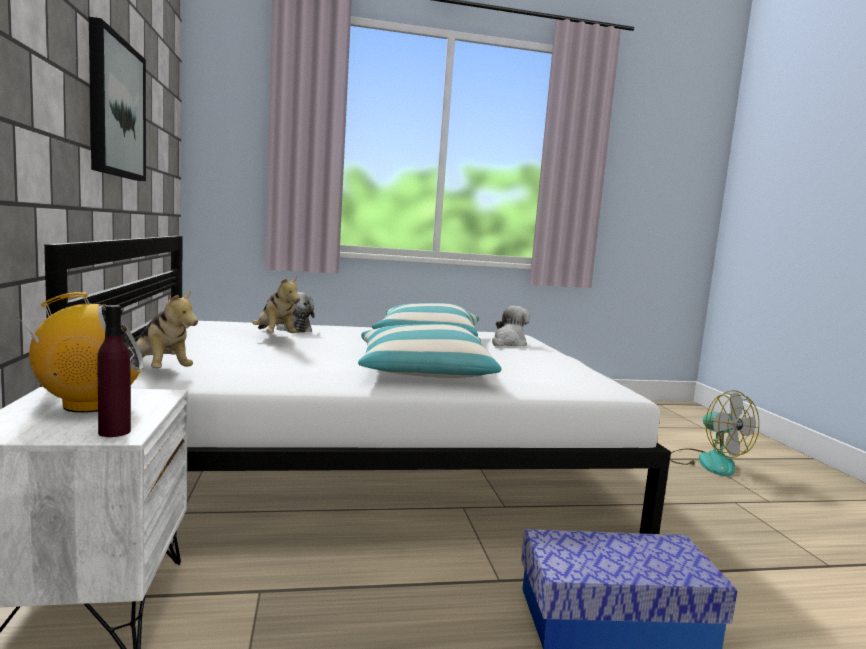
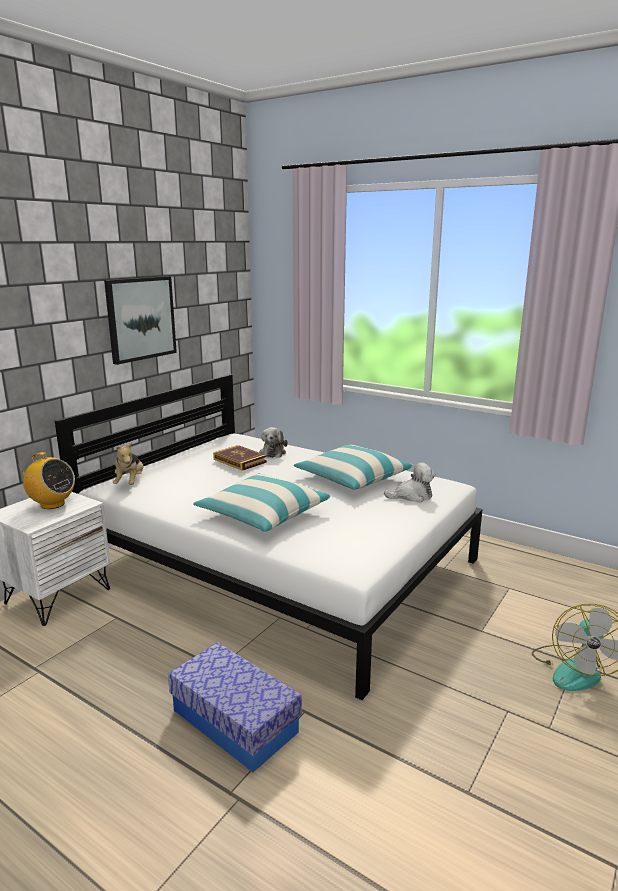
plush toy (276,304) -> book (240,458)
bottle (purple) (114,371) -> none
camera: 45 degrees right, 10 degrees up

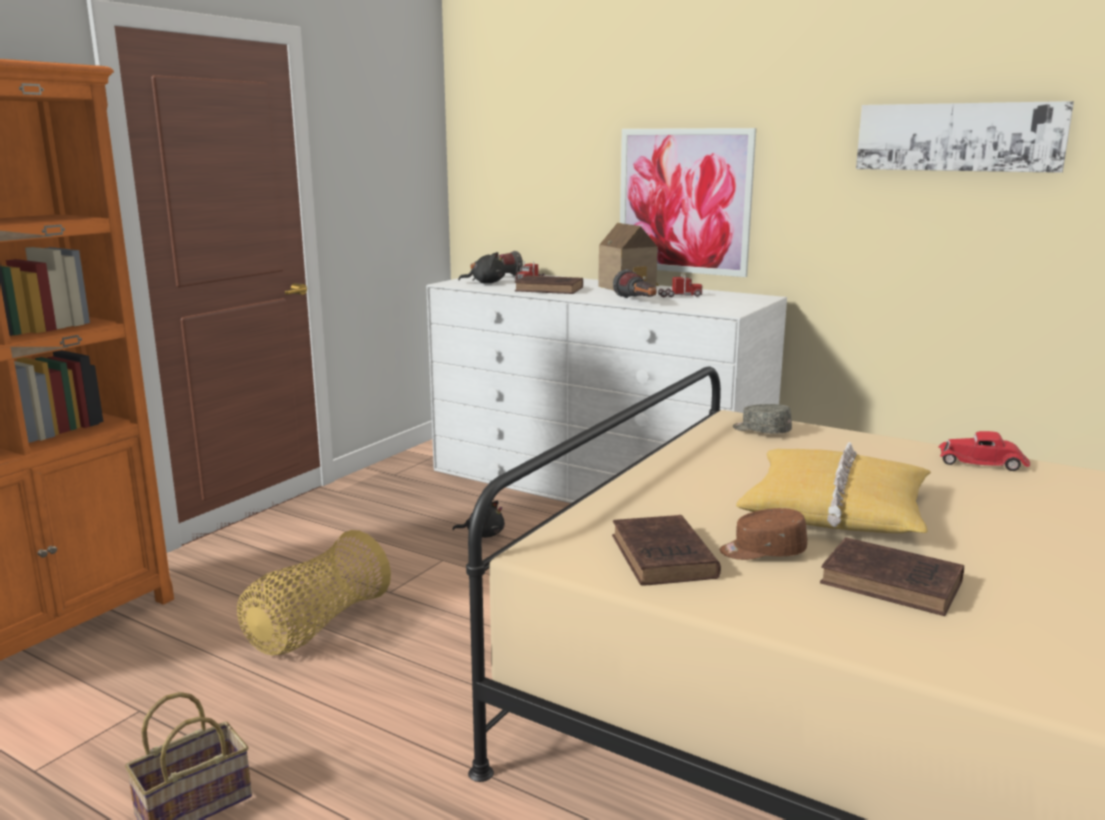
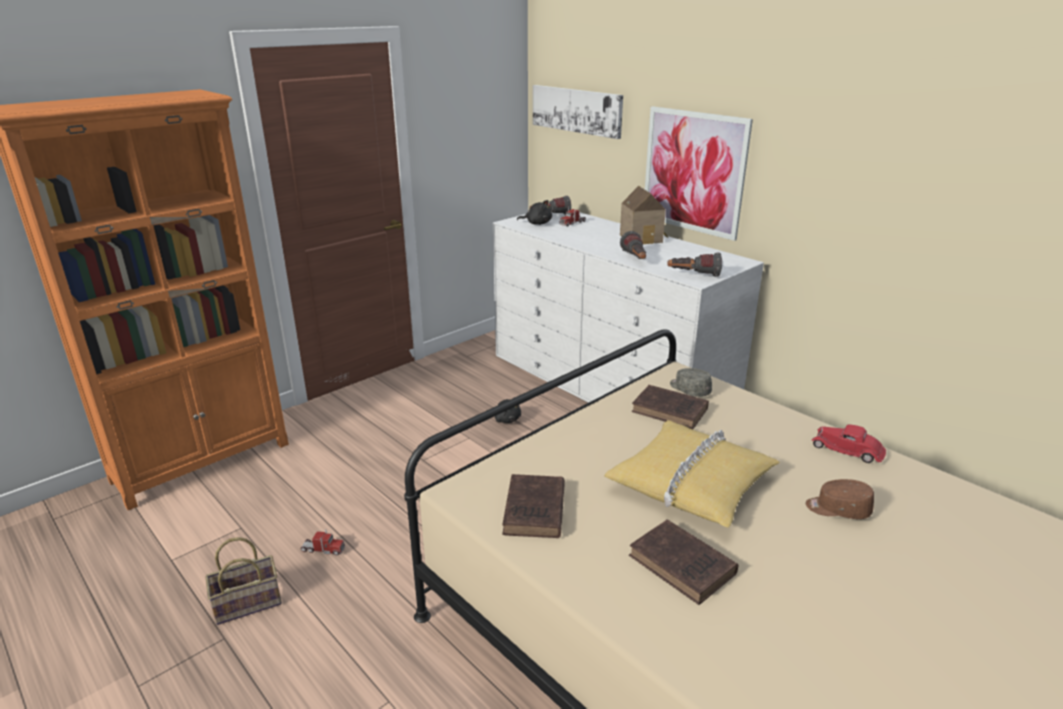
toy truck (680,285) -> toy truck (323,542), move
picture (965,137) -> picture (578,112), move
book (brown) (549,284) -> book (brown) (670,407), move
none -> flashlight (694,265)
cap (brown) (763,534) -> cap (brown) (839,499), move
basket (314,592) -> none
camera: 15 degrees right, 10 degrees up

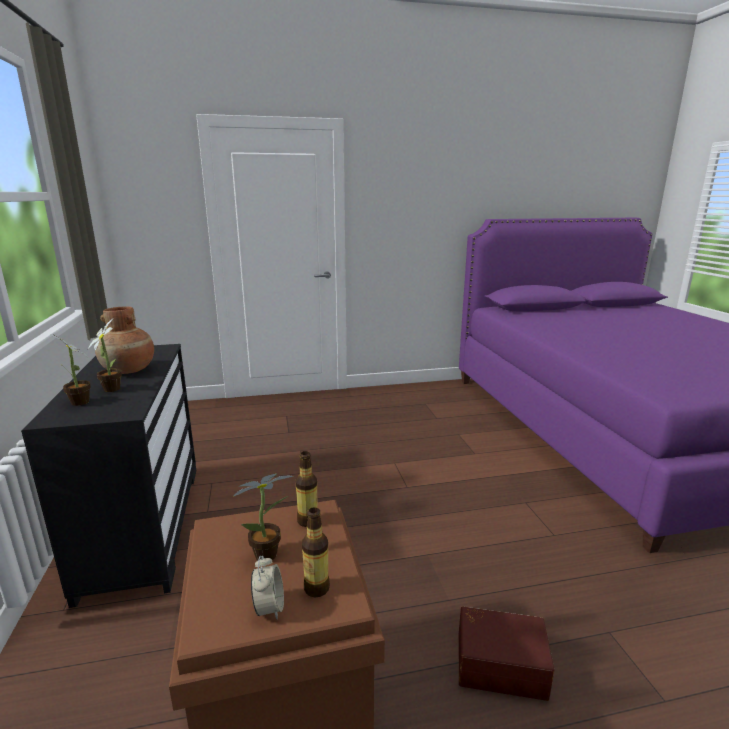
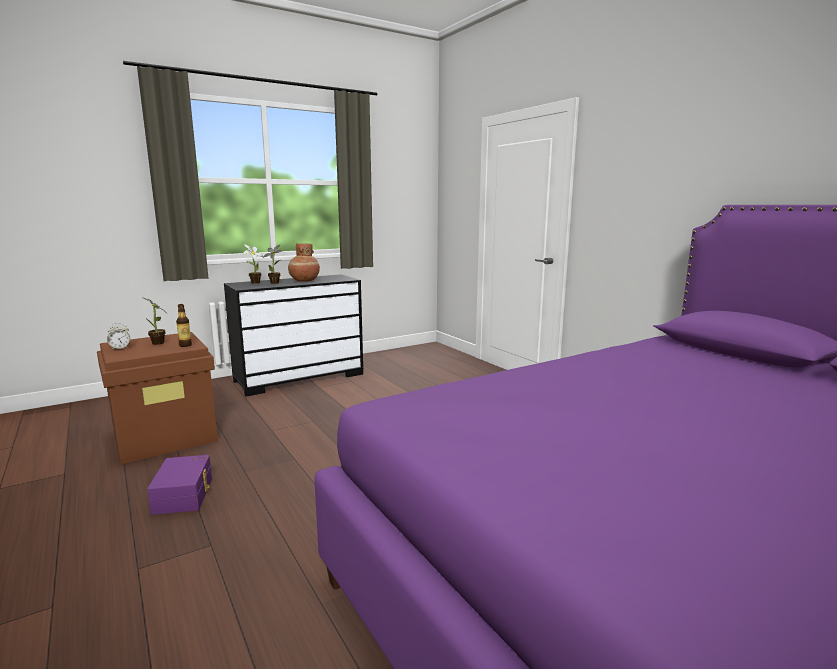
storage box (brown) (506,654) -> storage box (purple) (179,485)
bottle (316,552) -> none
camera: 70 degrees right, 5 degrees down

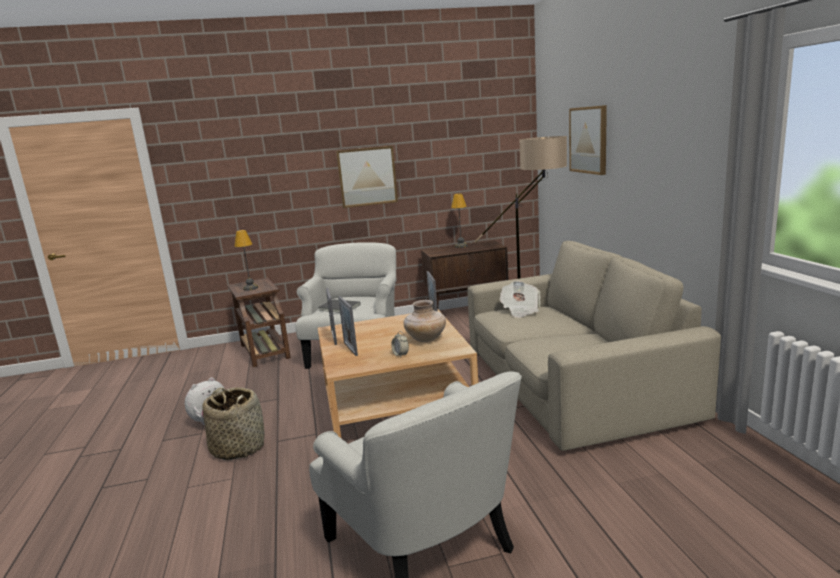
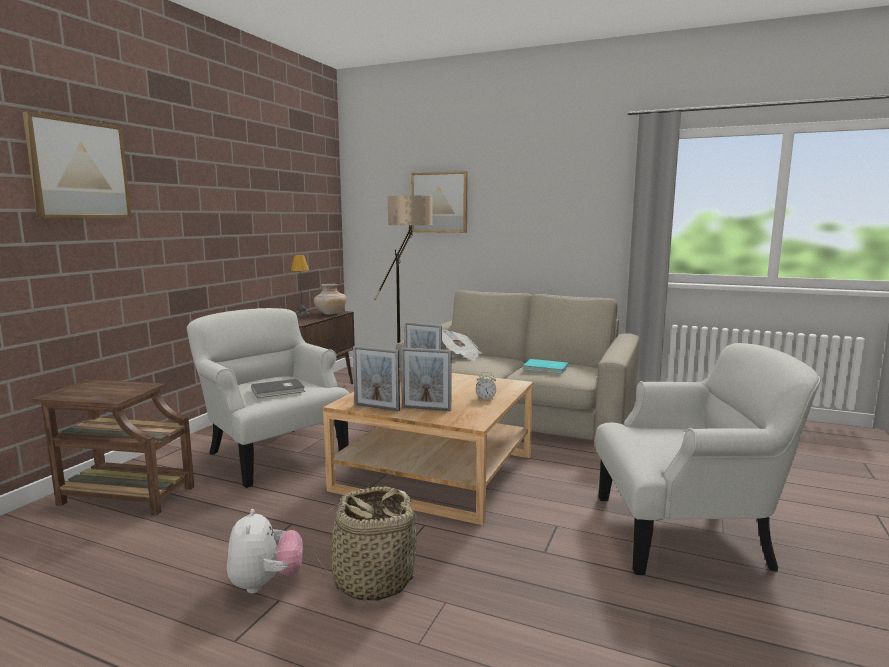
picture (367,177) -> picture (76,165), move
vase (beige) (425,321) -> vase (beige) (330,299), move
none -> book (turquoise) (546,366)
table lamp (246,260) -> none
camera: 55 degrees left, 5 degrees down

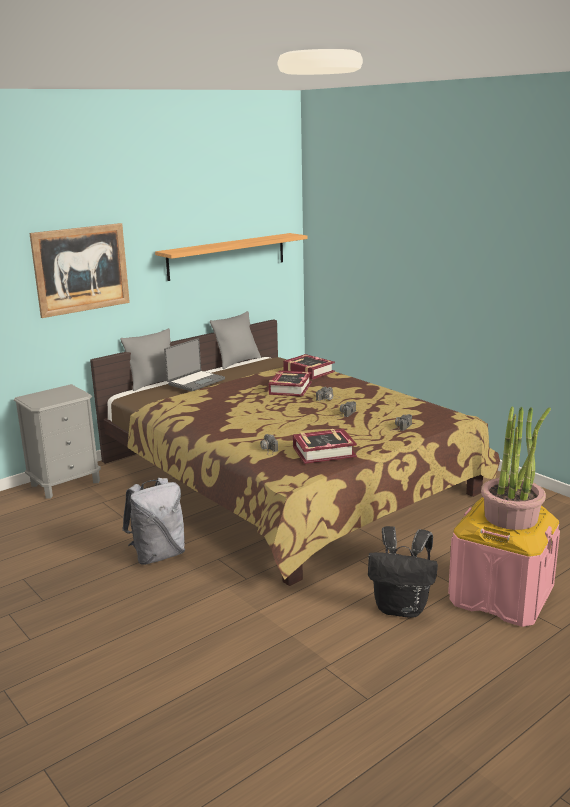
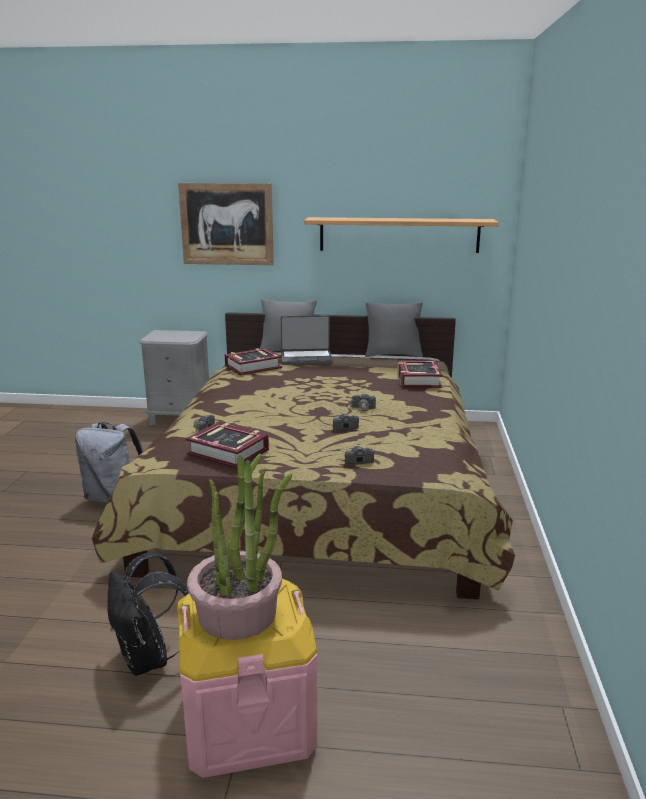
book (290,383) -> book (253,361), move
camera: 45 degrees right, 0 degrees up

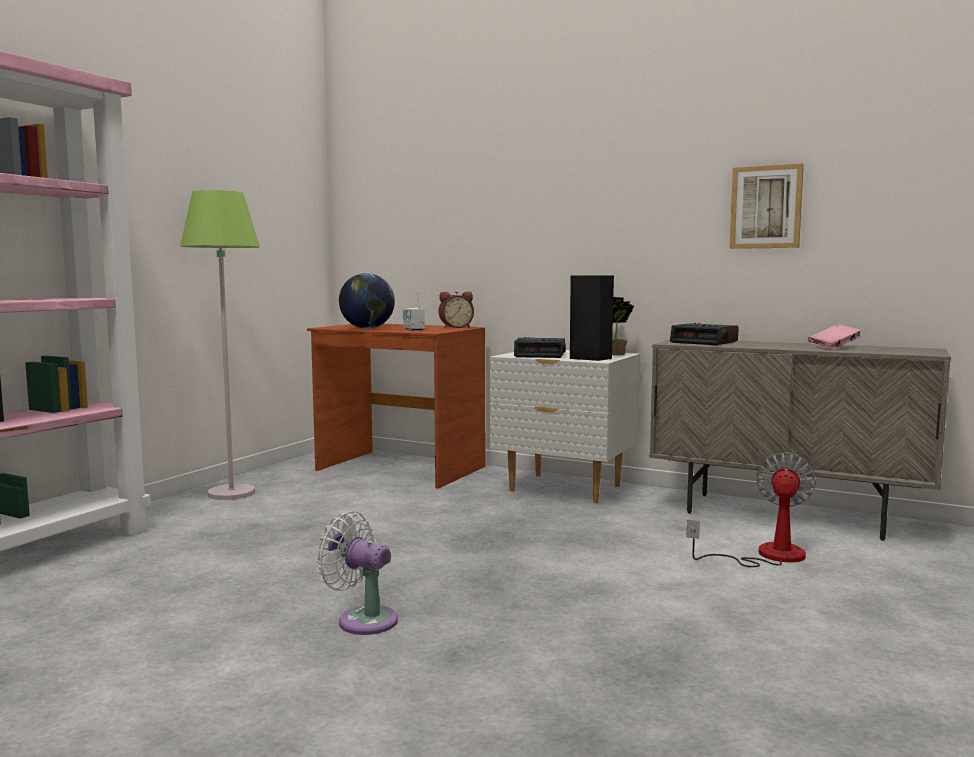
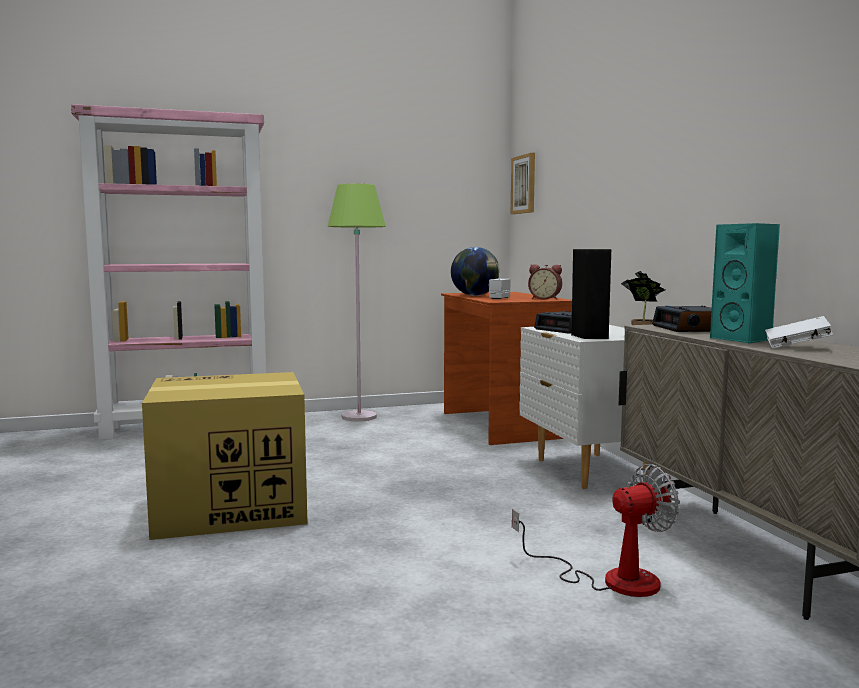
fan (white) (357,573) -> cardboard box (224,456)
picture (767,206) -> picture (523,183), move
none -> speaker (turquoise) (745,283)
book (pink) (834,337) -> book (white) (799,332)
camera: 45 degrees right, 0 degrees up

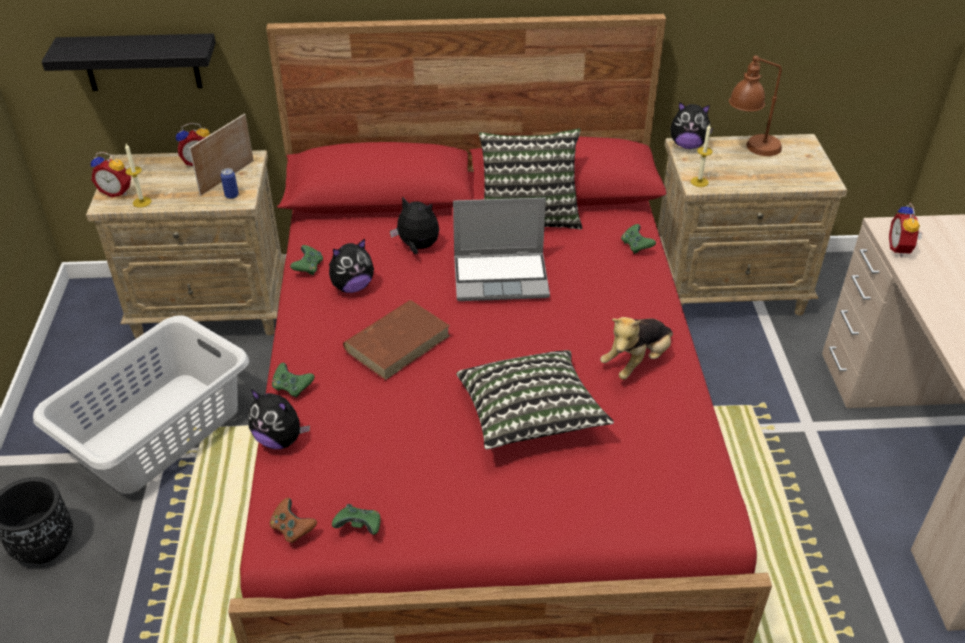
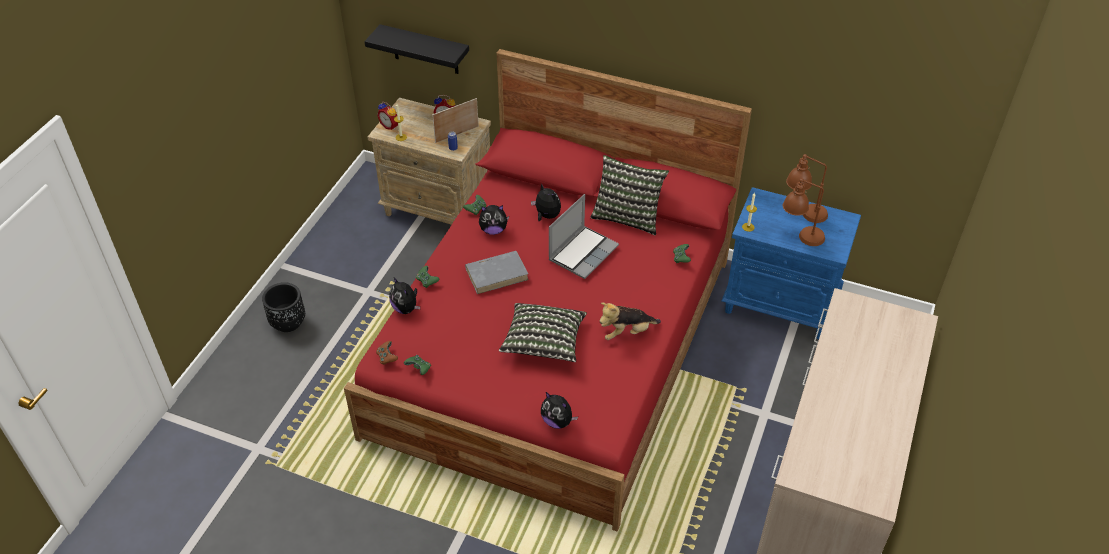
book (brown) (396,340) -> book (grey) (497,272)
plush toy (692,125) -> plush toy (559,410), move
laptop (501,249) -> laptop (583,236), 75 degrees counterclockwise
nightstand (beige) (752,225) -> nightstand (blue) (791,263)
none -> table lamp (brown) (804,212)
laundry basket (grey) (141,404) -> none
alarm clock (906,230) -> none
camera: 25 degrees right, 5 degrees up

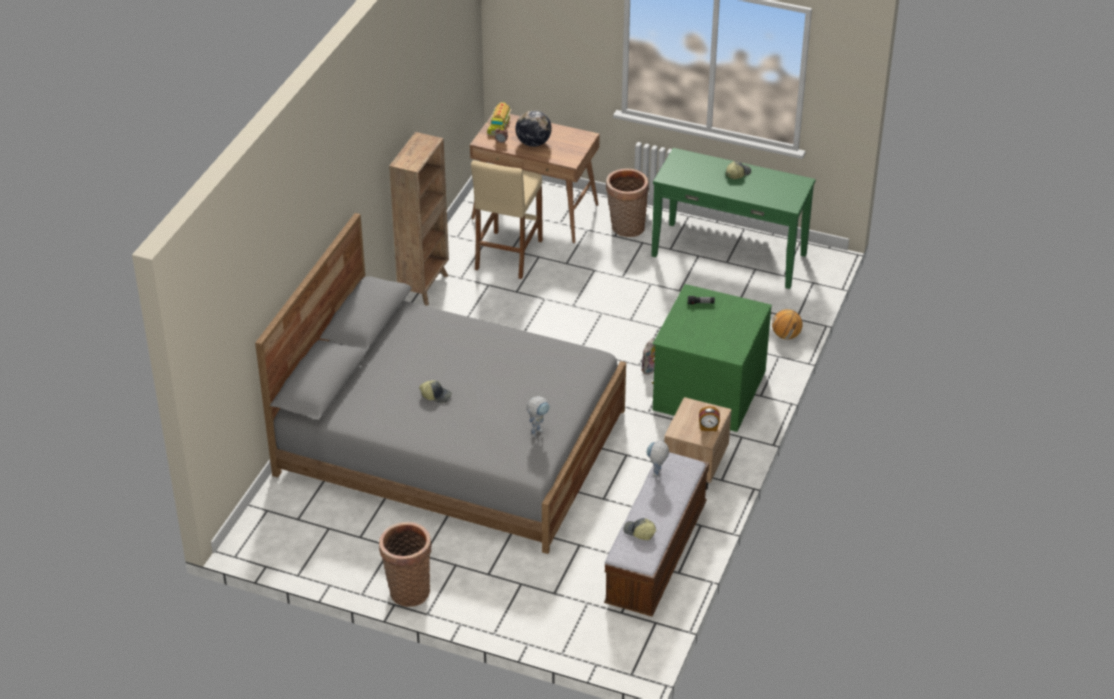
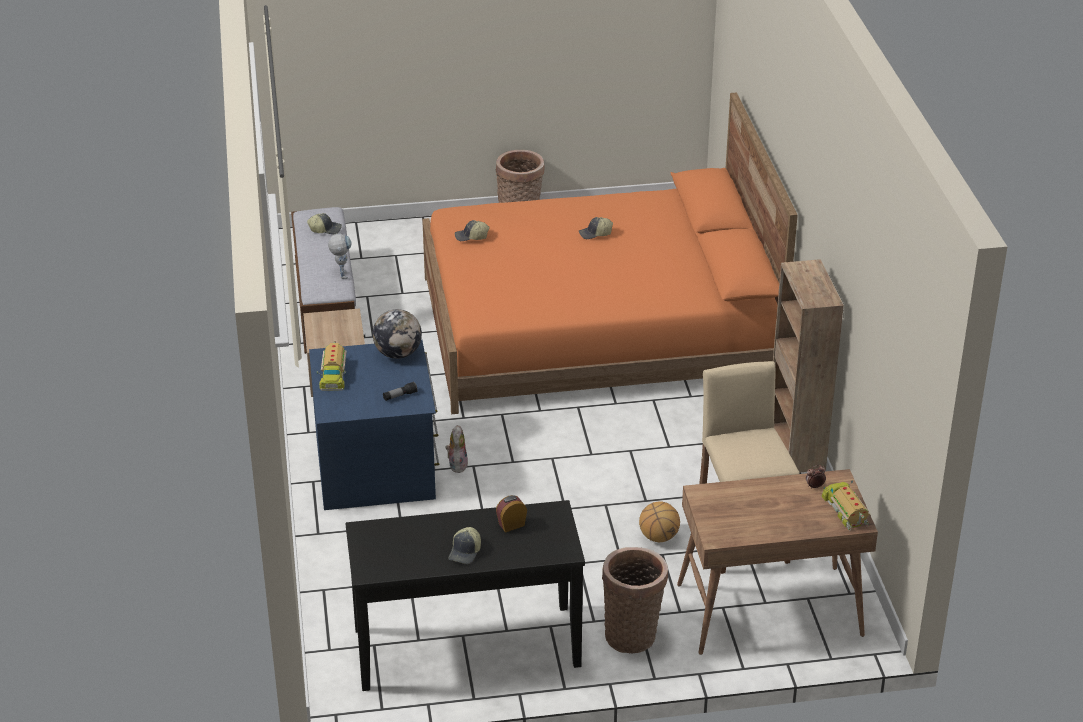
dresser (green) (712,358) -> dresser (blue) (374,424)
none -> toy truck (332,366)
console table (green) (733,218) -> console table (black) (465,595)
globe (533,128) -> globe (397,334), move
bed (grey) (440,383) -> bed (orange) (610,253)
toy robot (538,417) -> cap (472,230)
alarm clock (709,418) -> alarm clock (511,514), move
basketball (787,324) -> basketball (659,522), move
camera: 150 degrees right, 5 degrees down

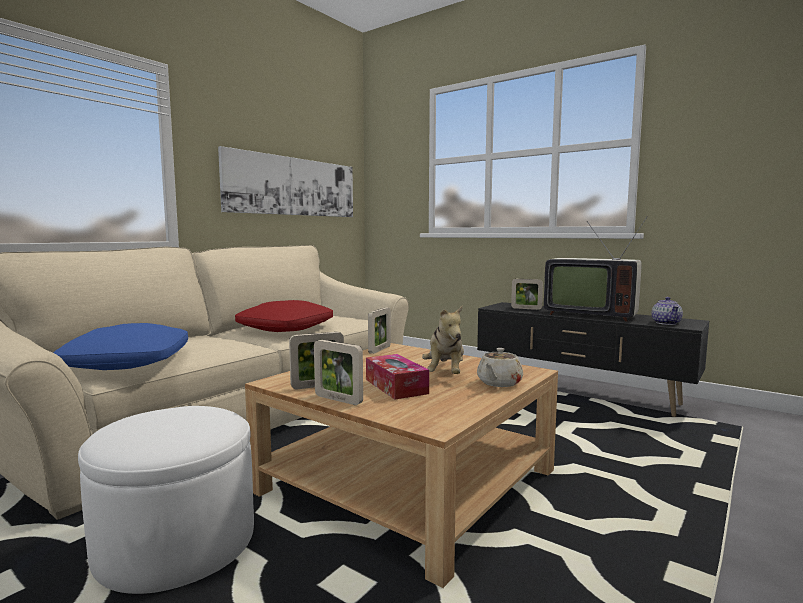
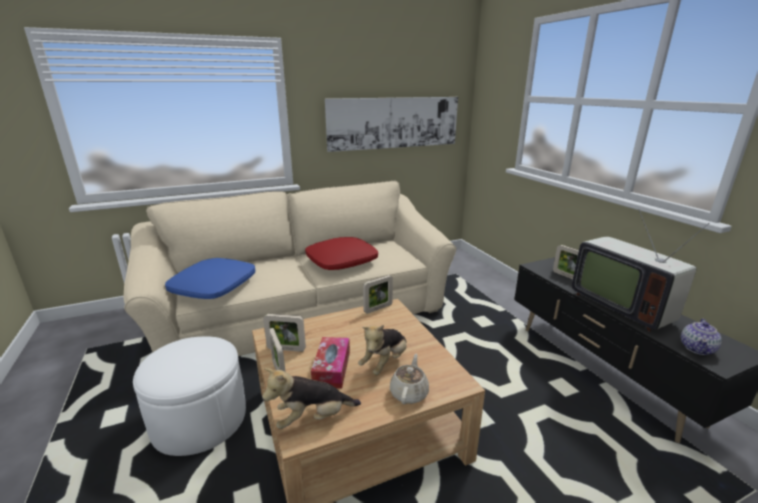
none -> plush toy (311,398)
teapot (beige) (500,367) -> teapot (beige) (409,379), 135 degrees clockwise
camera: 30 degrees right, 15 degrees up

